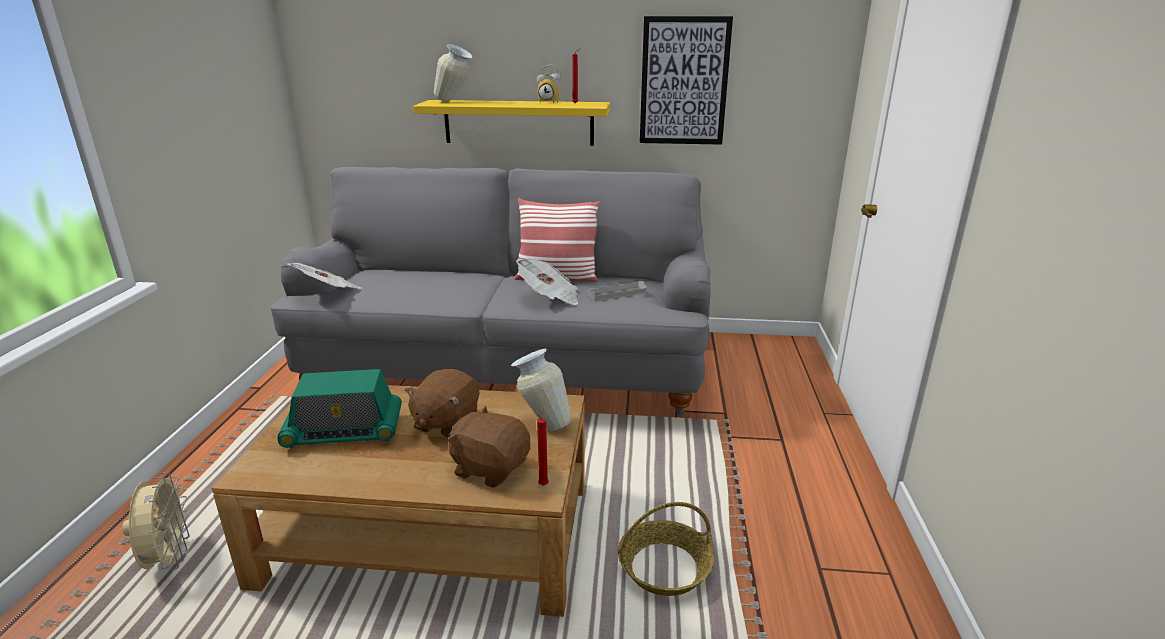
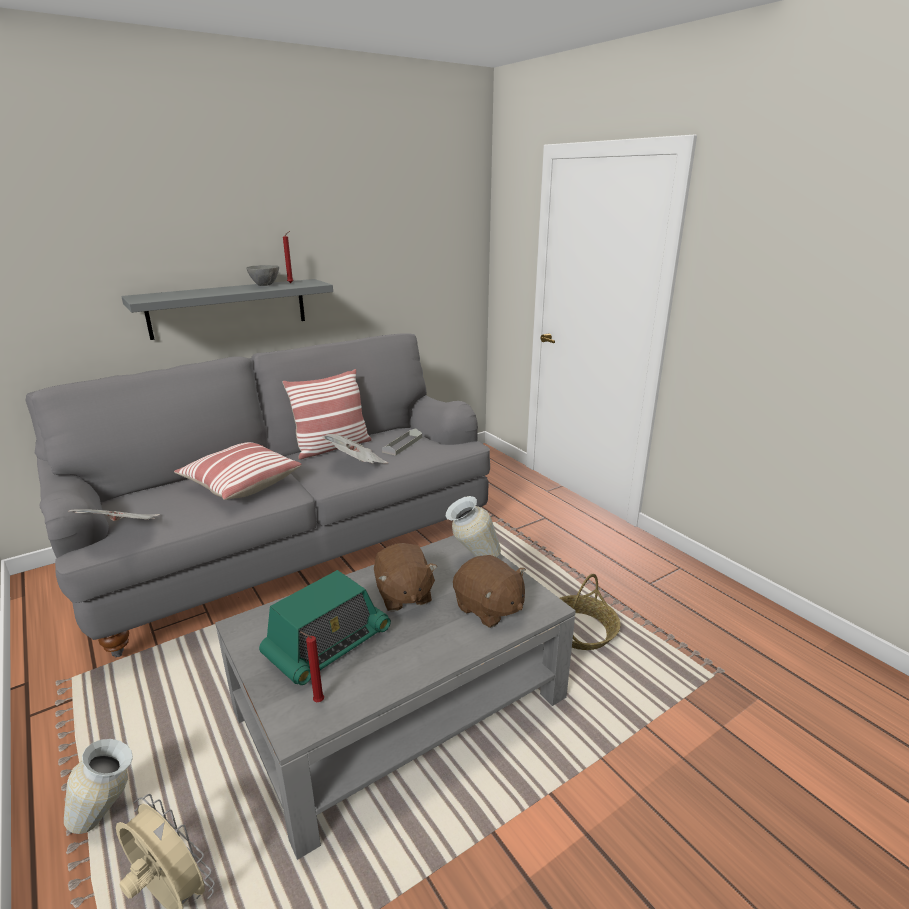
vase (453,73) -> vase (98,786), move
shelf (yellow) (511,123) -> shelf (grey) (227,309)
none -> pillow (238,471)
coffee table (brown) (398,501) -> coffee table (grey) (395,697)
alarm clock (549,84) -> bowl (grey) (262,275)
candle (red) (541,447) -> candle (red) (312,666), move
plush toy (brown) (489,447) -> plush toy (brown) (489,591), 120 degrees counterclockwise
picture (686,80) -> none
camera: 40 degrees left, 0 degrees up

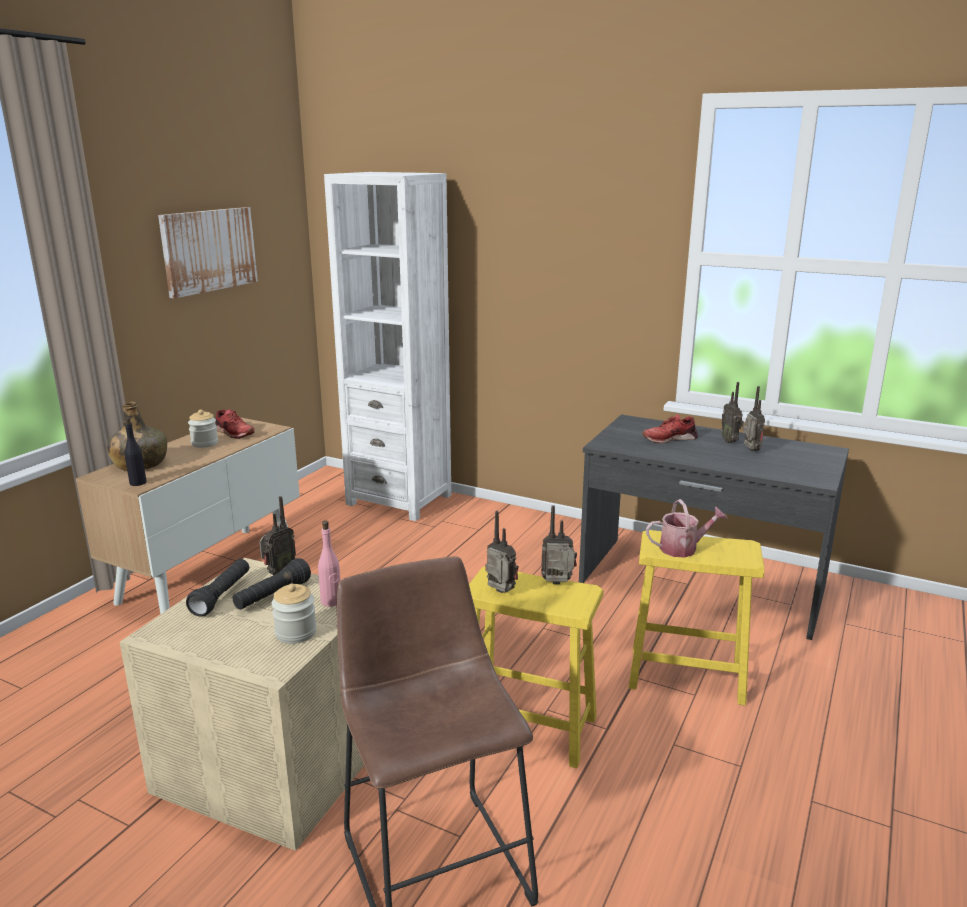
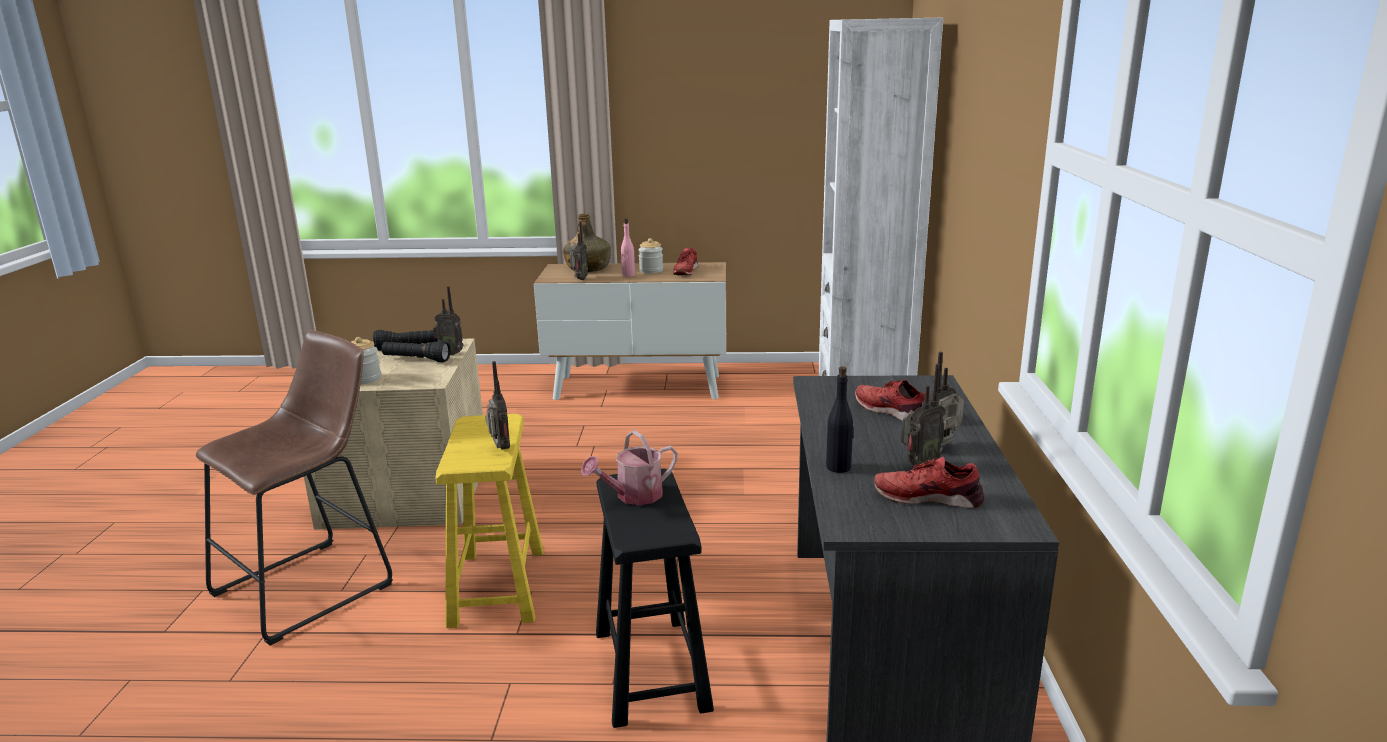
radio (502,552) -> radio (579,250), move
watering can (686,528) -> watering can (629,467), 90 degrees clockwise
stool (yellow) (696,617) -> stool (black) (655,598)
bottle (pink) (329,564) -> bottle (pink) (628,248), move
bottle (black) (136,452) -> bottle (black) (840,419), move
none -> shoe (red) (929,482)
picture (208,253) -> none
camera: 65 degrees right, 0 degrees up

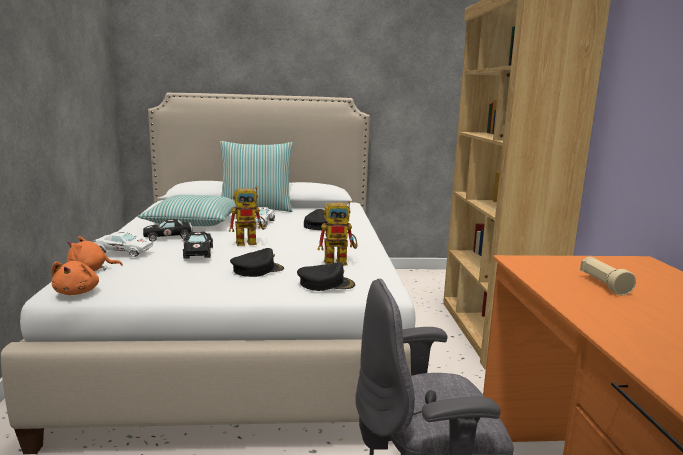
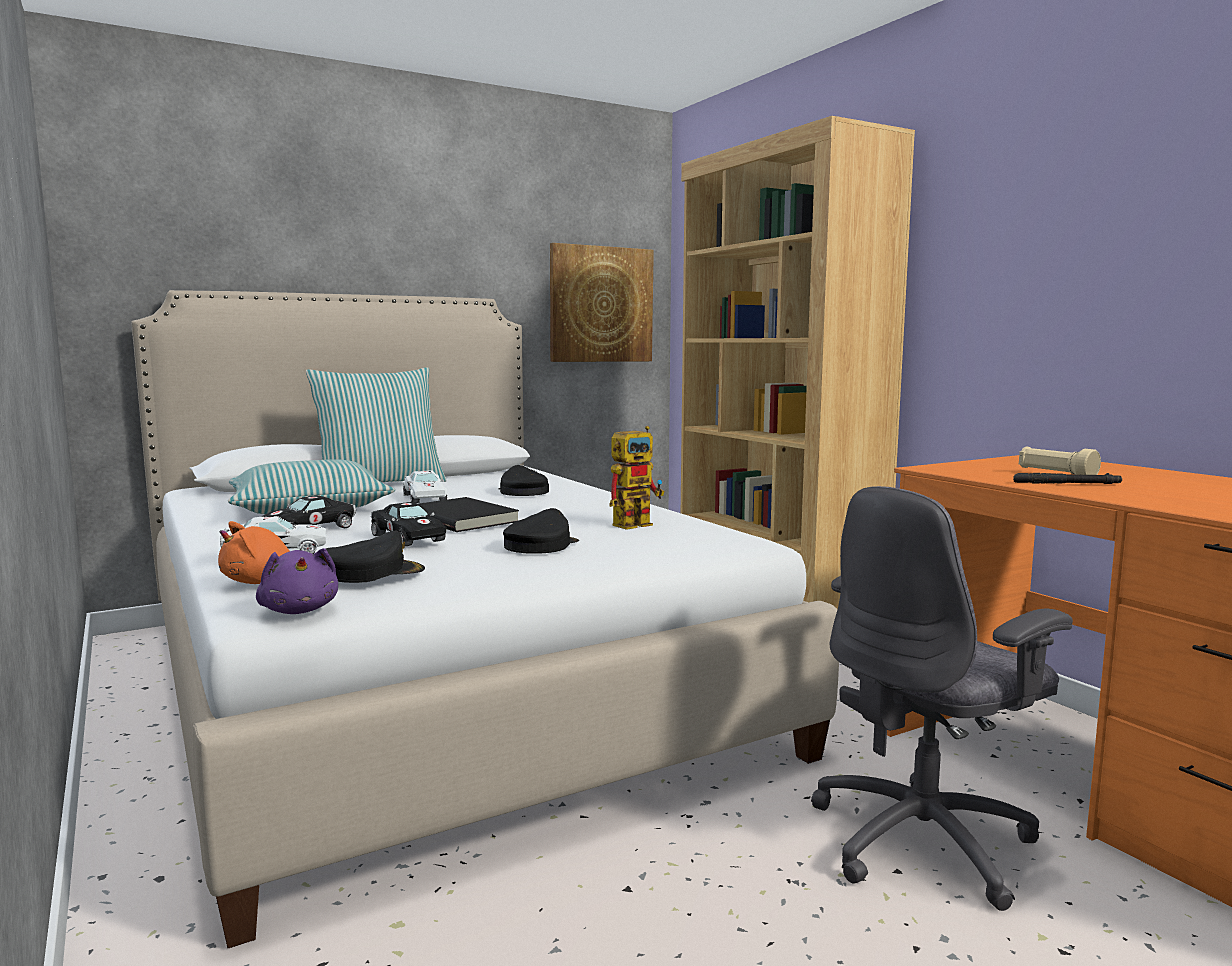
plush toy (orange) (75,278) -> plush toy (purple) (297,581)
cap (black) (326,276) -> cap (black) (375,557), move
toy robot (247,216) -> book (black) (469,514)
none -> picture (602,302)
none -> flashlight (black) (1067,478)
camera: 25 degrees left, 5 degrees down

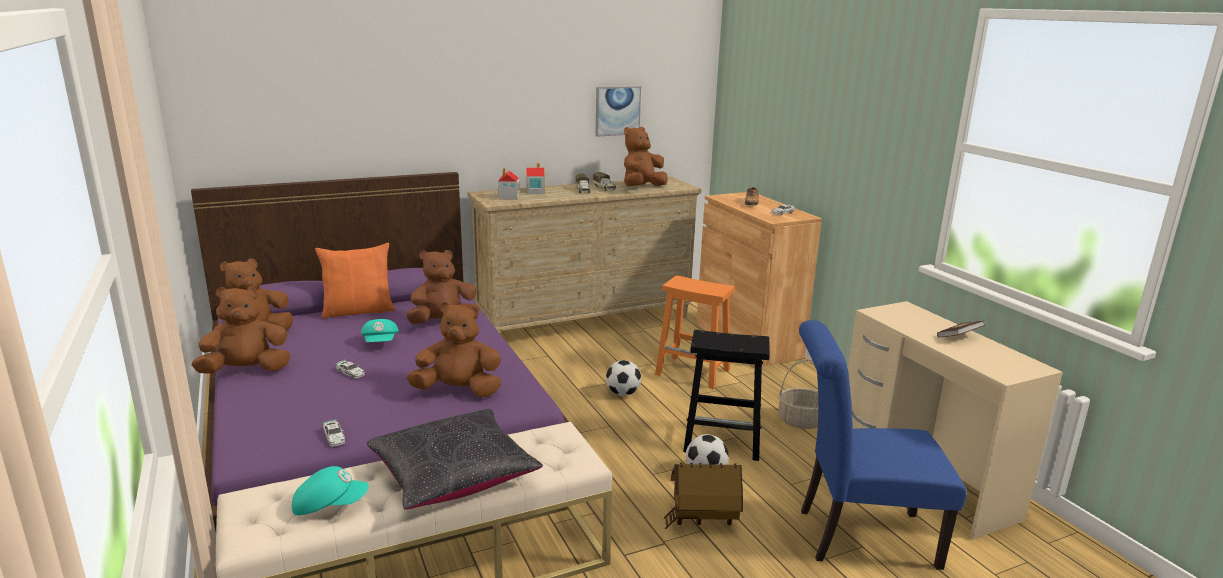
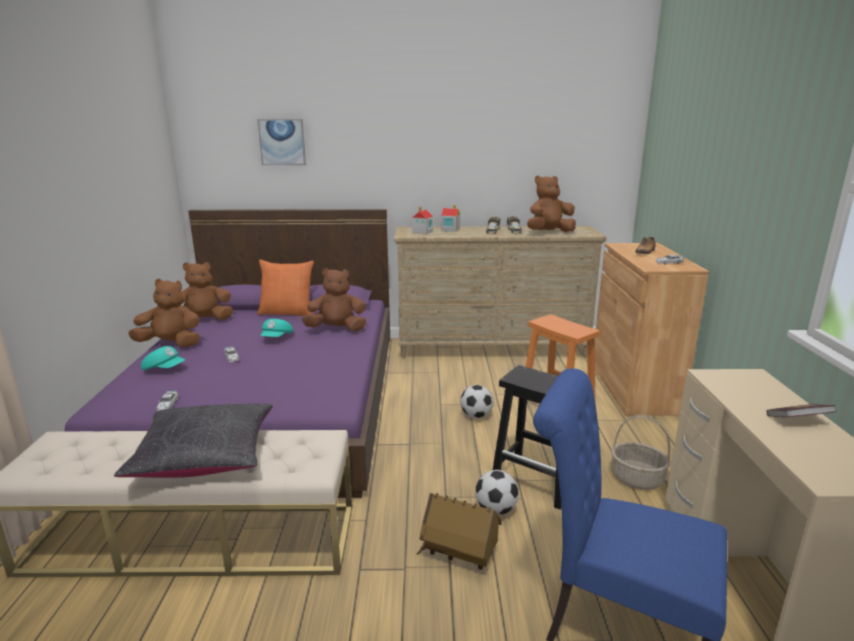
cap (turquoise) (330,490) -> cap (turquoise) (163,358), move
picture (618,111) -> picture (281,142), move
plush toy (brown) (454,349) -> none
camera: 25 degrees right, 0 degrees up

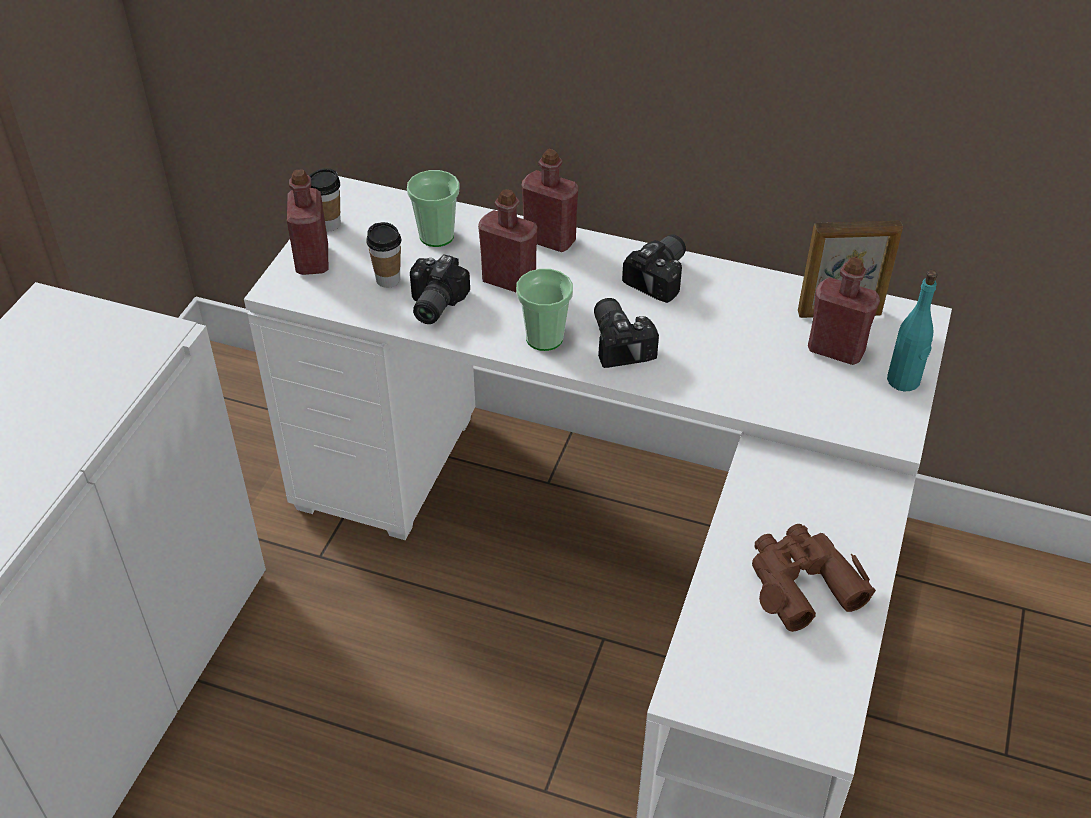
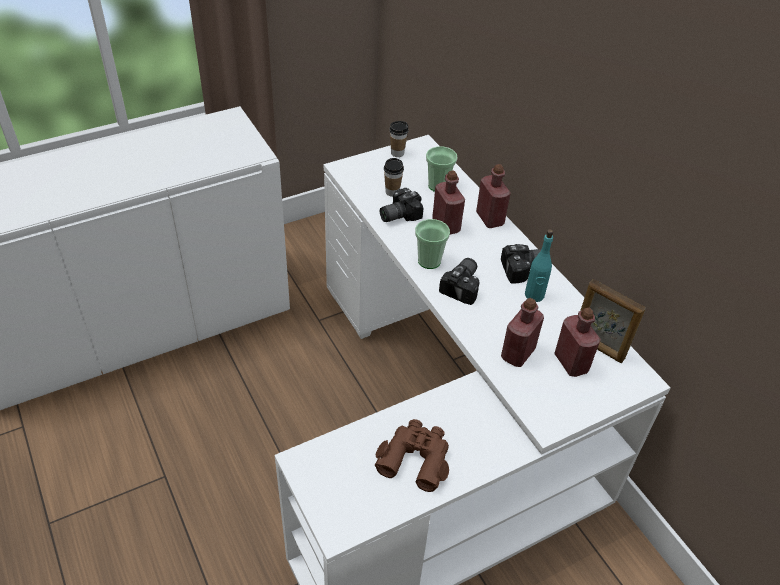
bottle (red) (307,222) -> bottle (red) (522,332), move
bottle (turquoise) (912,330) -> bottle (turquoise) (539,265), move
camera: 40 degrees right, 0 degrees up

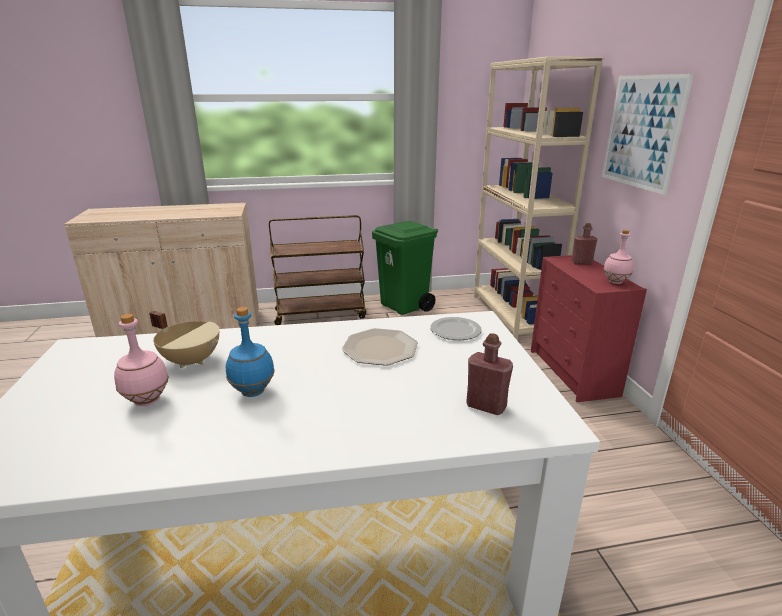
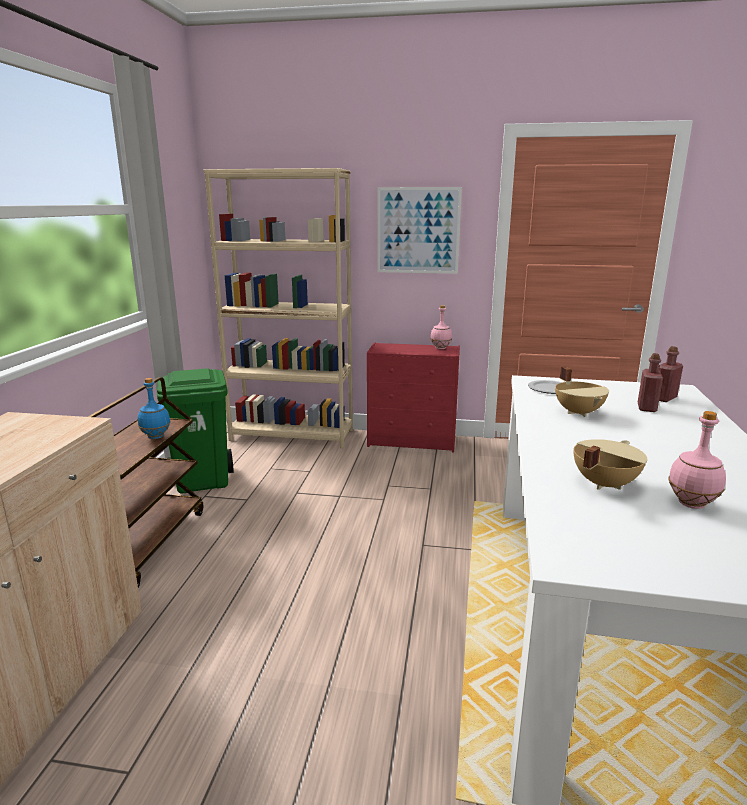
bottle (blue) (250,352) -> bottle (blue) (154,408), move
plate (380,347) -> cooking pot (beige) (582,391)
bottle (red) (584,244) -> bottle (red) (650,382), move
camera: 70 degrees left, 5 degrees down

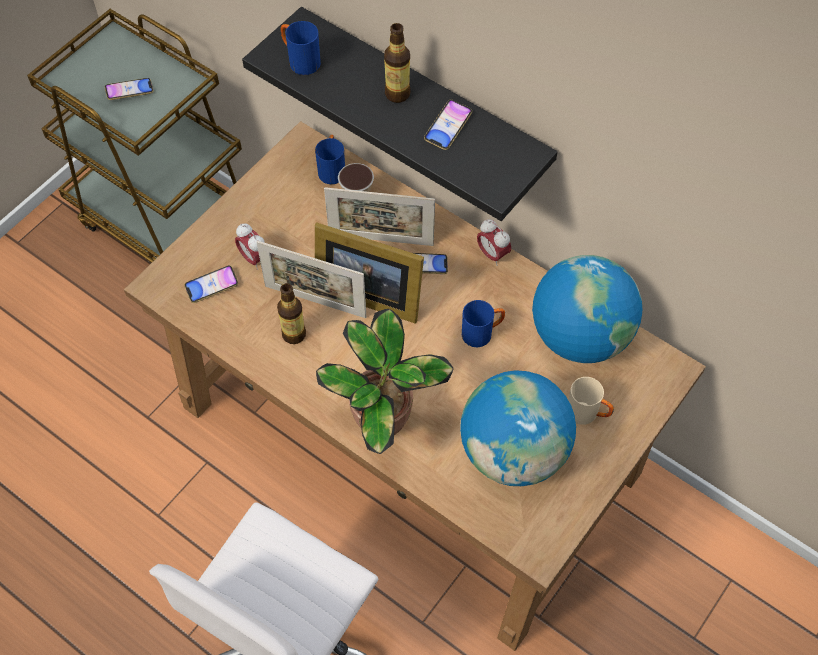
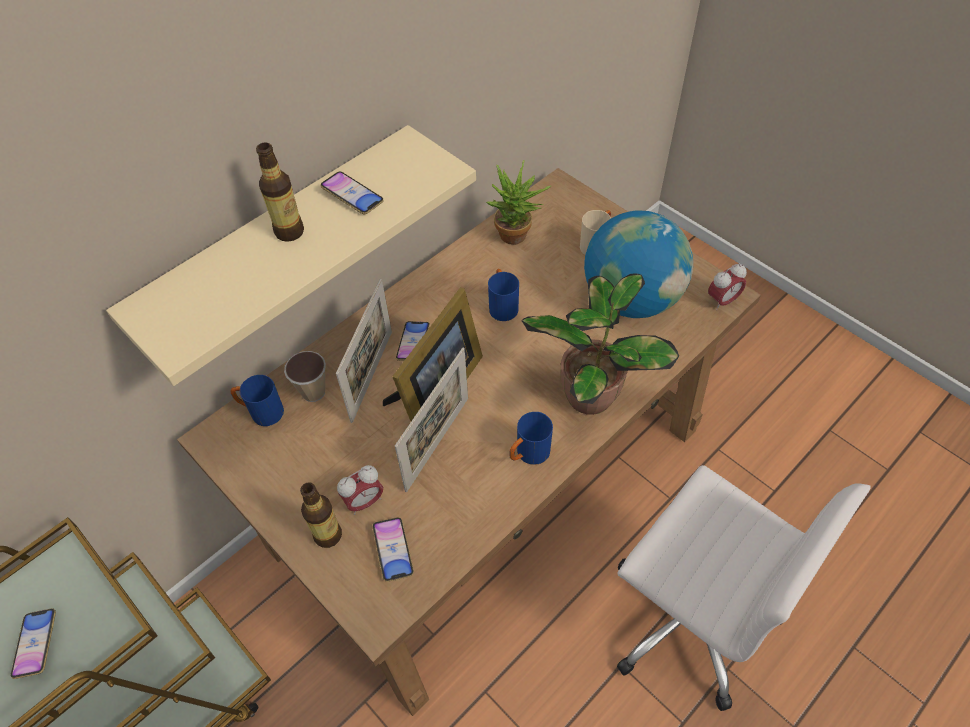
shelf (black) (400,114) -> shelf (beige) (291,255)
bottle (291,313) -> bottle (321,515), move
globe (587,309) -> potted plant (518,202)
mug (blue) (301,48) -> mug (blue) (531,438), move
alarm clock (494,242) -> alarm clock (727,287), move
camera: 80 degrees left, 5 degrees down

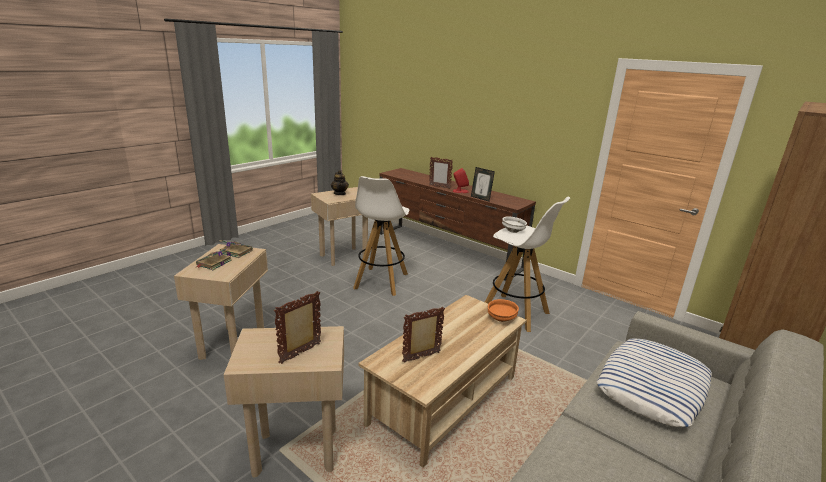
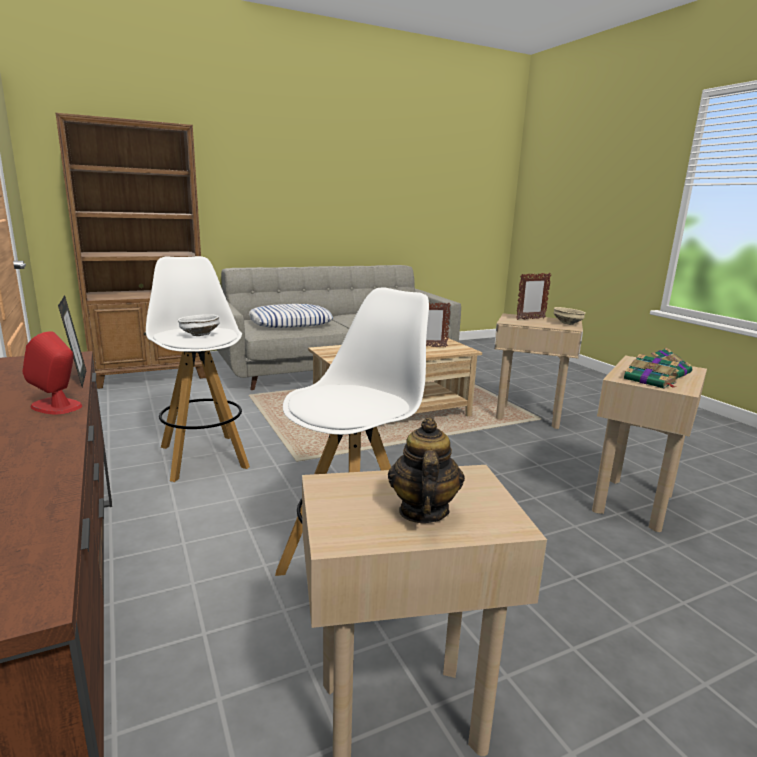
none -> bowl (beige) (570,316)
picture frame (441,173) -> none
bowl (orange) (503,310) -> none
camera: 155 degrees left, 5 degrees down

